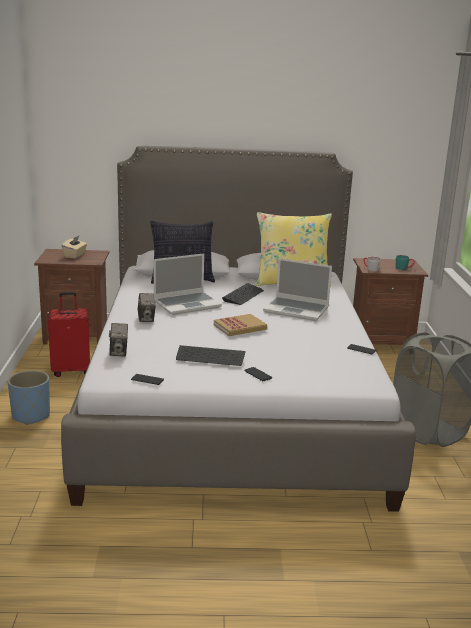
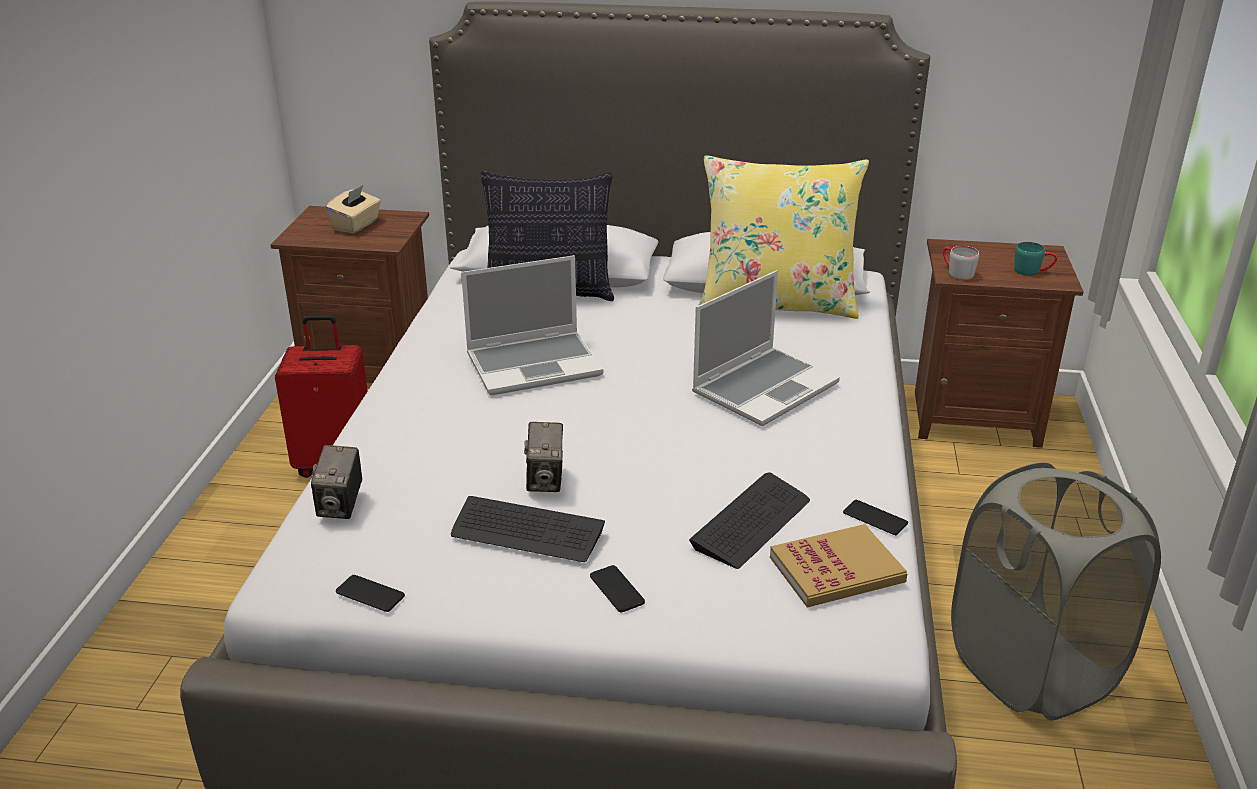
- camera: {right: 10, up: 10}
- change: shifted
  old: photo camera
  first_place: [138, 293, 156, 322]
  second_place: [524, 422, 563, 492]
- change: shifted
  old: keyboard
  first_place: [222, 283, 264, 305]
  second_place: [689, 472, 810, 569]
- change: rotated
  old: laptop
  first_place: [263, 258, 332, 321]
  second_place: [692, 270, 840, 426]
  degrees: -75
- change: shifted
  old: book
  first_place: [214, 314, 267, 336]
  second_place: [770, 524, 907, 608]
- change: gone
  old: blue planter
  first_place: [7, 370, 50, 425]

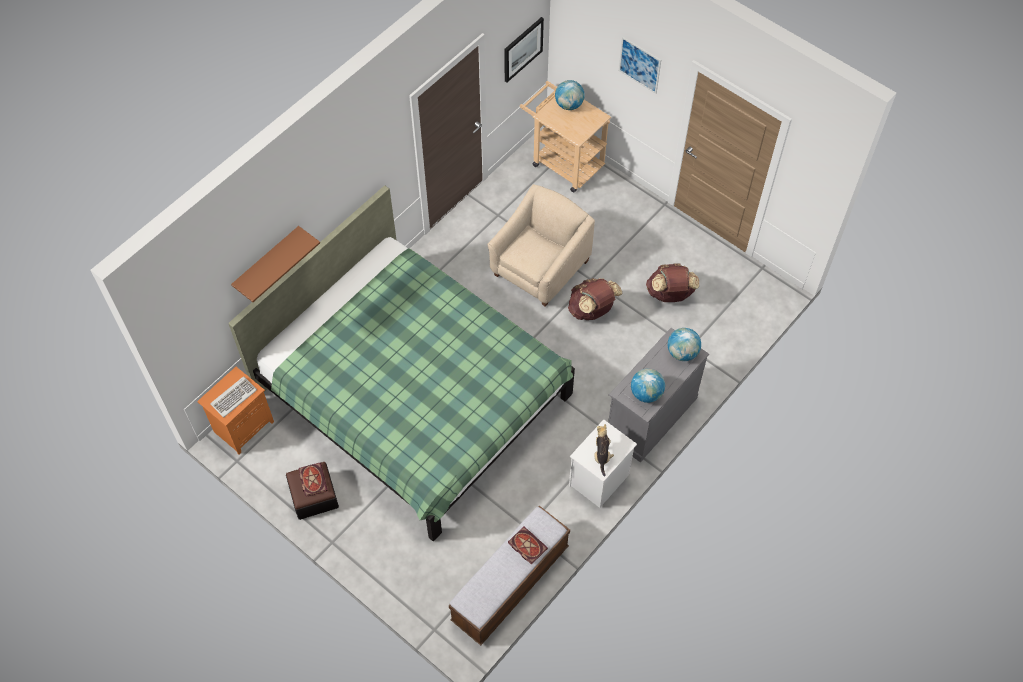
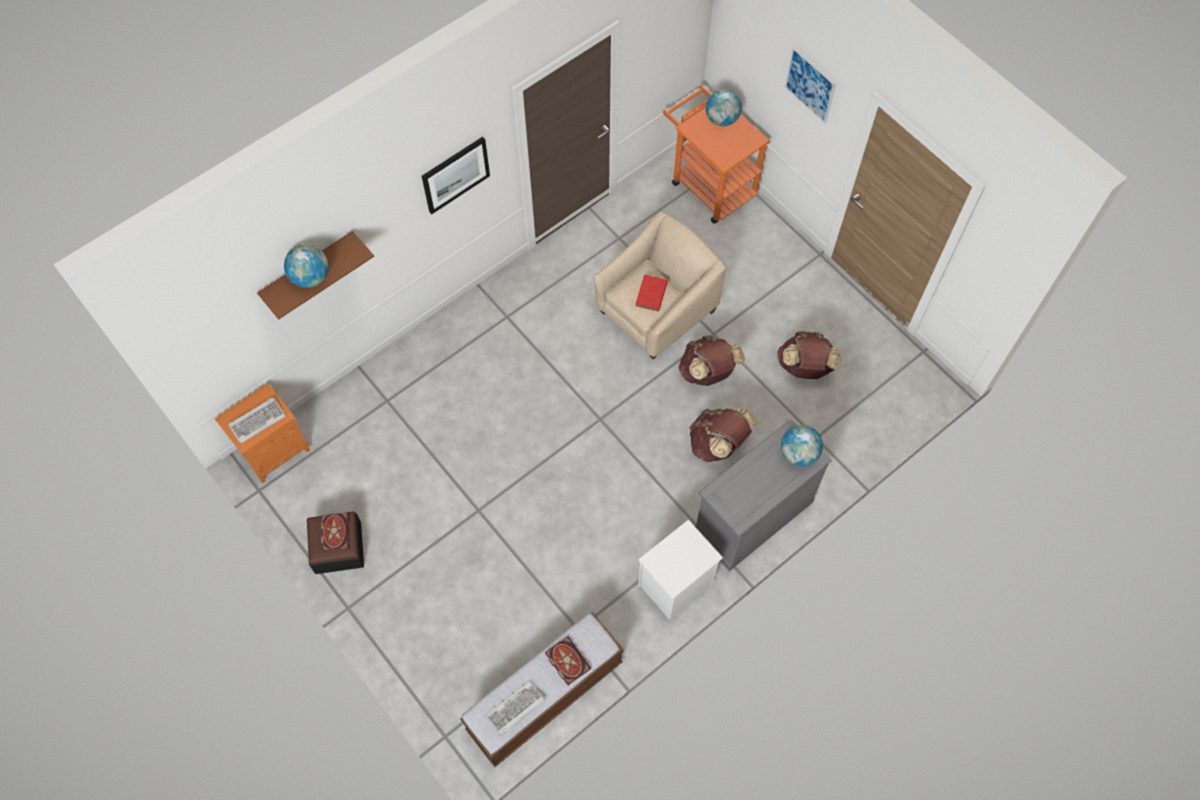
- camera: {right: 10, up: 5}
- change: shifted
  old: globe
  first_place: [631, 369, 665, 403]
  second_place: [284, 244, 329, 288]
- change: shifted
  old: picture
  first_place: [504, 17, 544, 82]
  second_place: [422, 137, 490, 214]
- change: new
  new: keyboard
  second_place: [485, 680, 545, 736]
- change: new
  new: red book
  second_place: [635, 275, 668, 311]
- change: repainted
  old: beige cart
  new: orange cart
  first_place: [520, 81, 611, 192]
  second_place: [663, 85, 770, 224]
- change: new
  new: brown backpack
  second_place: [690, 408, 757, 462]
- change: gone
  old: green bed
  first_place: [228, 185, 575, 541]
- change: gone
  old: plush toy
  first_place: [595, 424, 614, 477]

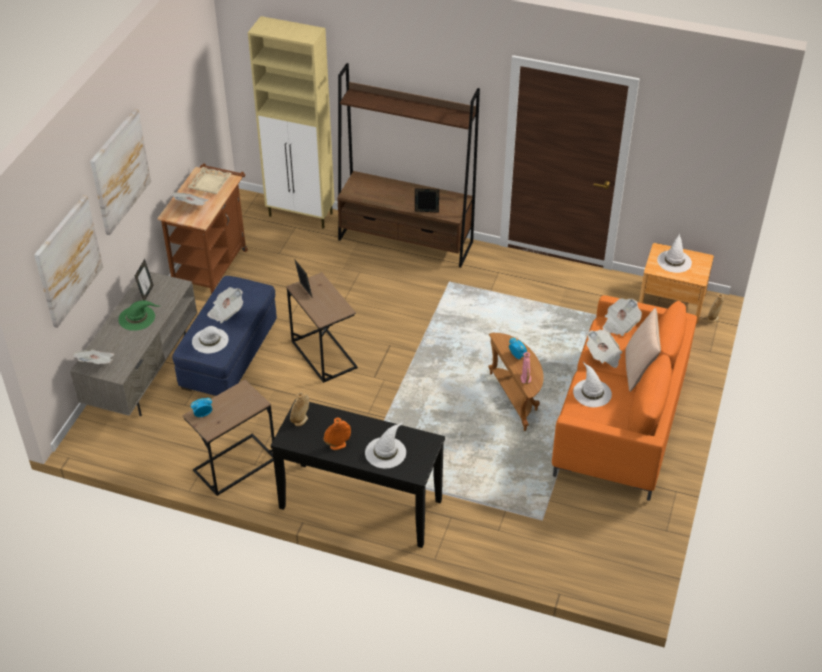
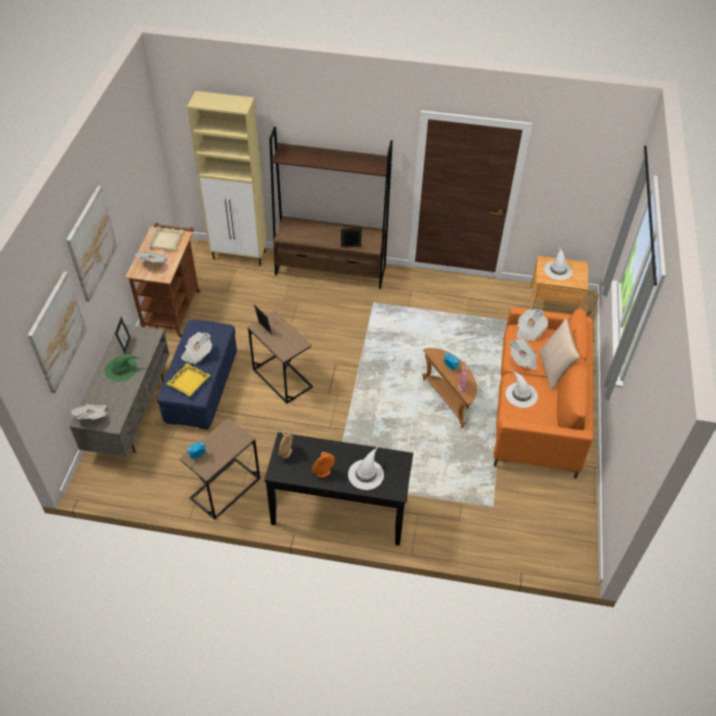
- camera: {right: -10, up: 5}
- change: swapped
  old: white hat
  new: yellow tray
  first_place: [192, 326, 229, 353]
  second_place: [166, 363, 210, 396]

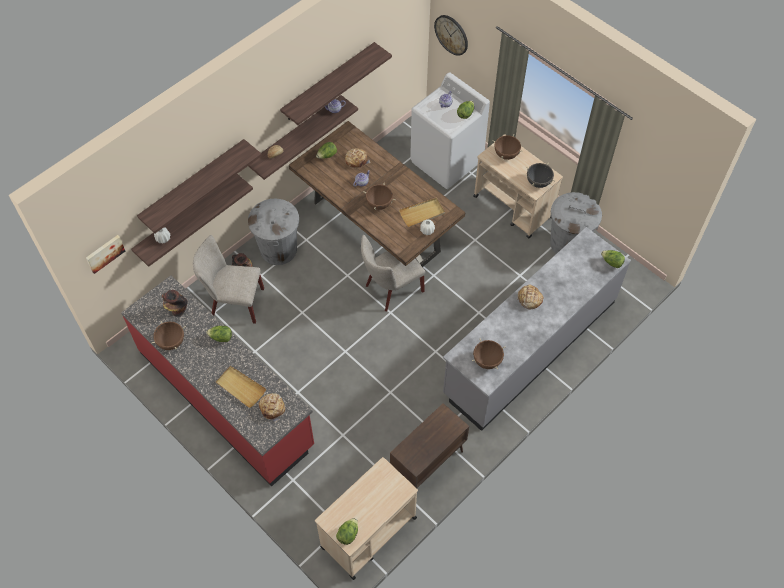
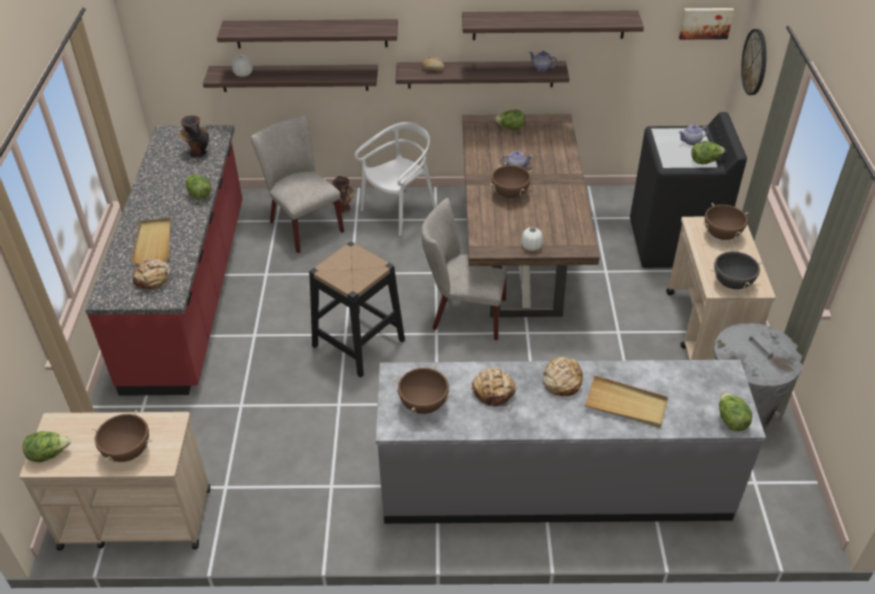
- camera: {right: 45, up: -15}
- change: shifted
  old: brown cooking pot
  first_place: [151, 321, 186, 350]
  second_place: [92, 410, 152, 463]
- change: new
  new: black stool
  second_place: [309, 241, 405, 378]
- change: swapped
  old: grey trash can
  new: white chair
  first_place: [248, 199, 299, 265]
  second_place: [354, 122, 436, 236]
- change: shifted
  old: bread
  first_place: [345, 148, 371, 169]
  second_place: [472, 368, 516, 409]
- change: shifted
  old: beige tray
  first_place: [399, 198, 445, 227]
  second_place: [585, 375, 668, 428]
- change: repainted
  old: white washing machine
  new: black washing machine
  first_place: [410, 72, 490, 189]
  second_place: [630, 112, 747, 268]
- change: shifted
  old: picture
  first_place: [86, 235, 125, 274]
  second_place: [679, 8, 734, 40]
- change: gone
  old: brown cabinet
  first_place: [390, 403, 469, 488]

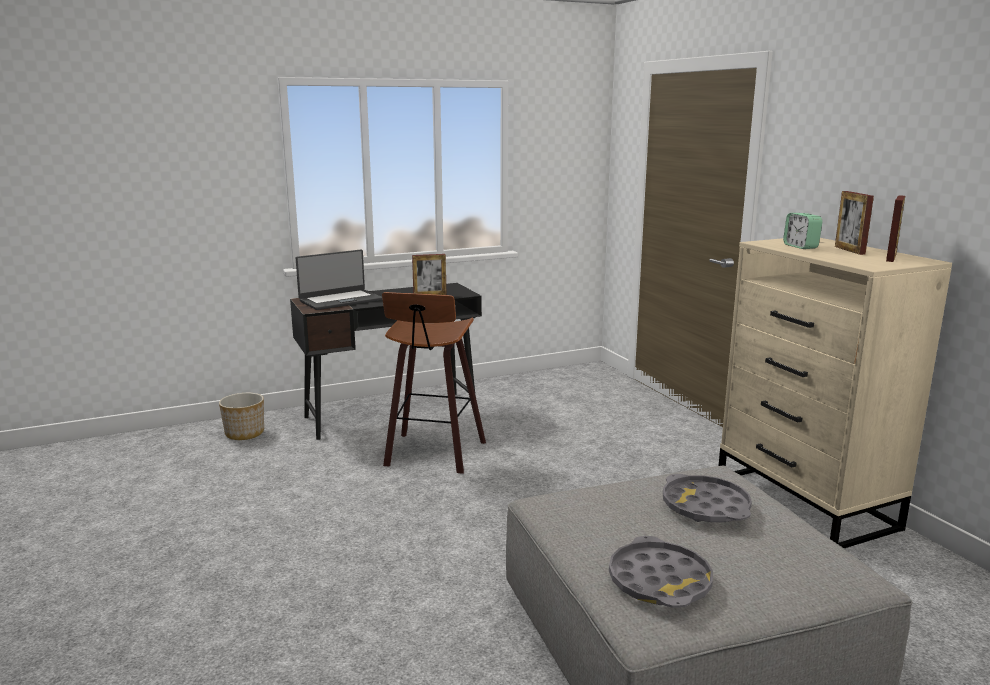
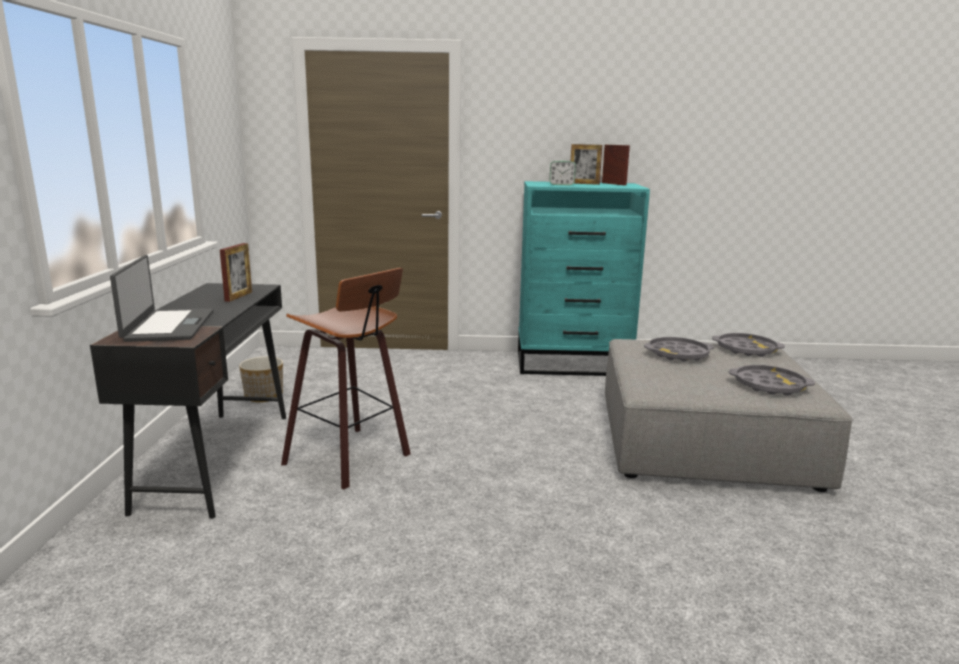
- camera: {right: -65, up: 0}
- change: shifted
  old: planter
  first_place: [219, 393, 264, 440]
  second_place: [239, 356, 283, 402]
- change: repainted
  old: beige dresser
  new: turquoise dresser
  first_place: [718, 238, 952, 548]
  second_place: [518, 181, 650, 376]
- change: new
  new: grey tray
  second_place: [712, 333, 785, 357]

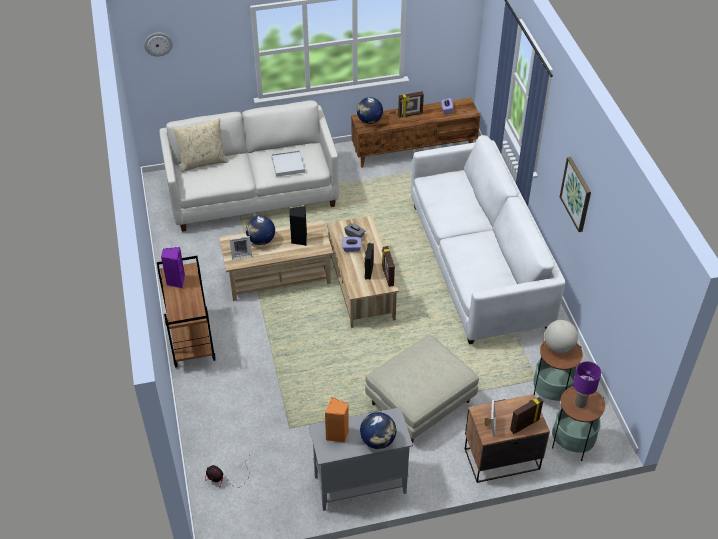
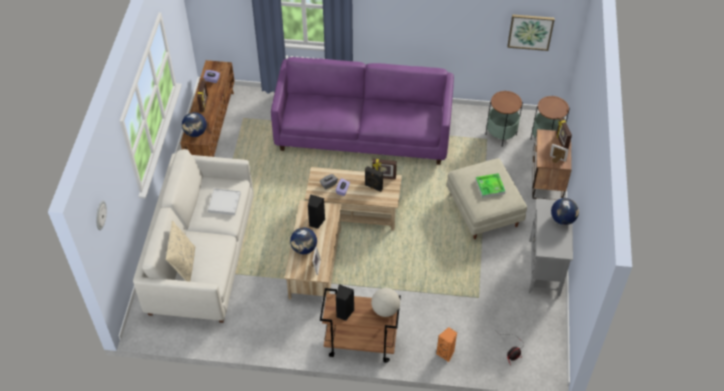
- camera: {right: -70, up: 5}
- change: repainted
  old: white sofa
  new: purple sofa
  first_place: [411, 135, 565, 344]
  second_place: [271, 57, 454, 165]
- change: repainted
  old: purple speaker
  new: black speaker
  first_place: [161, 247, 185, 288]
  second_place: [336, 284, 354, 321]
- change: shifted
  old: globe
  first_place: [544, 320, 578, 353]
  second_place: [371, 288, 400, 317]
- change: shifted
  old: orange speaker
  first_place: [325, 397, 349, 443]
  second_place: [436, 327, 457, 362]
- change: new
  new: tray
  second_place: [475, 173, 506, 198]
- change: shifted
  old: picture
  first_place: [560, 157, 591, 232]
  second_place: [507, 14, 555, 51]
- change: gone
  old: purple table lamp
  first_place: [573, 361, 601, 408]

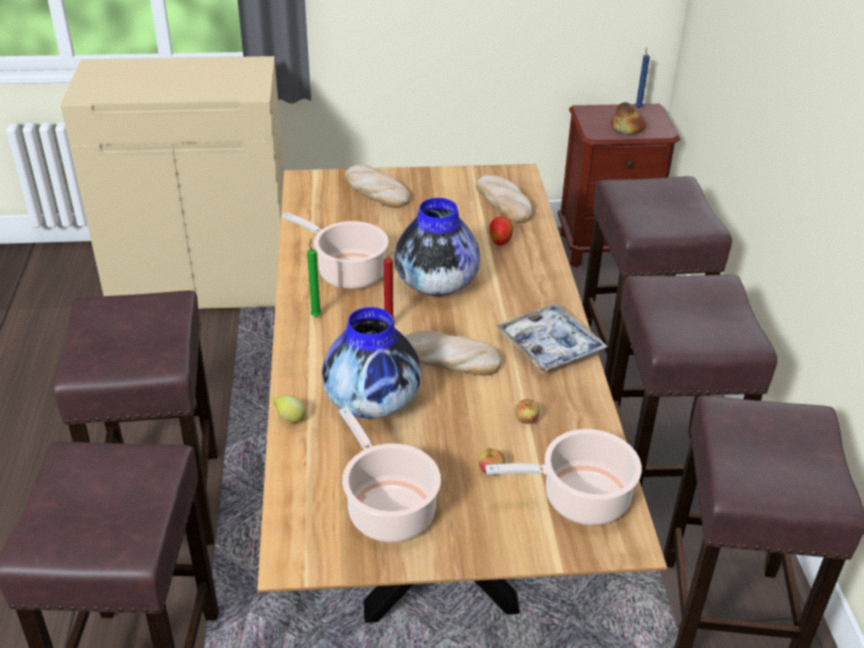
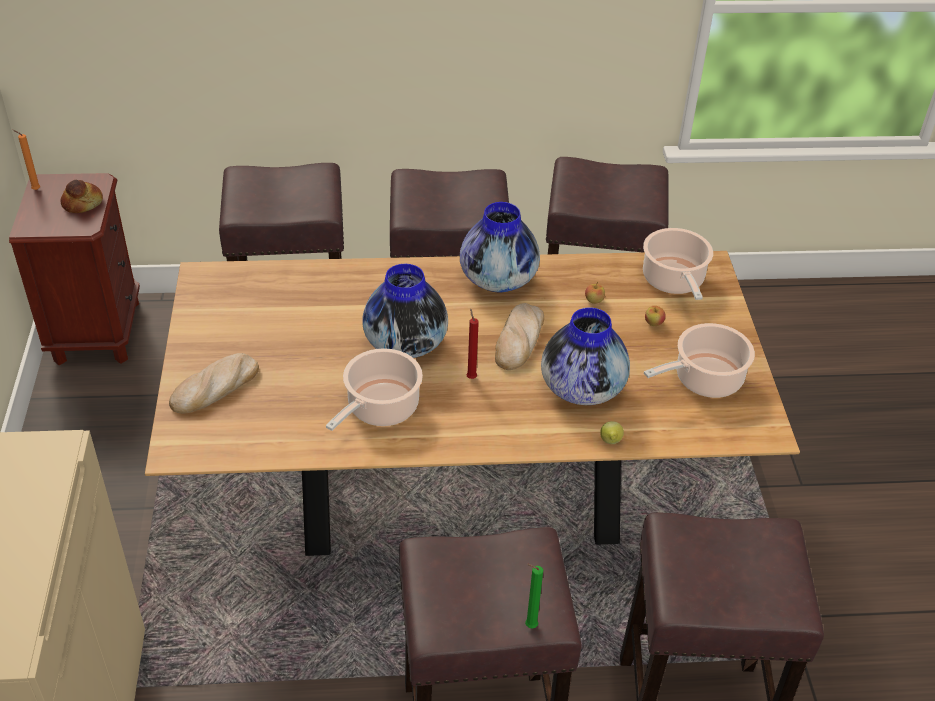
- camera: {right: -90, up: 5}
- change: repainted
  old: blue candle
  new: orange candle
  first_place: [635, 47, 650, 108]
  second_place: [13, 130, 40, 190]
- change: swapped
  old: tray
  new: vase
  first_place: [495, 303, 608, 373]
  second_place: [460, 202, 540, 292]
- change: shifted
  old: green candle
  first_place: [307, 239, 321, 317]
  second_place: [525, 564, 543, 629]
- change: gone
  old: bread
  first_place: [476, 175, 533, 223]
- change: gone
  old: apple
  first_place: [490, 216, 513, 246]

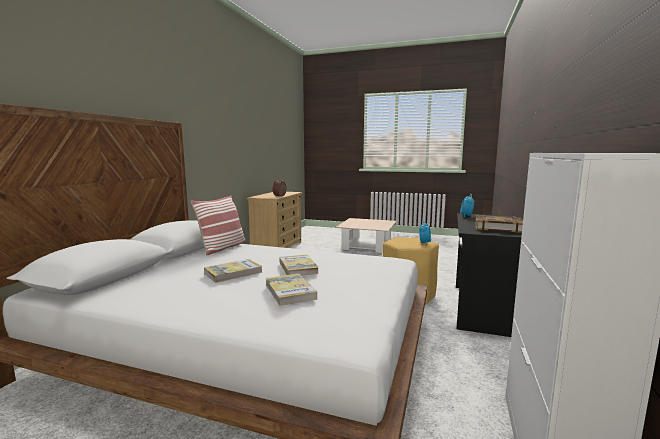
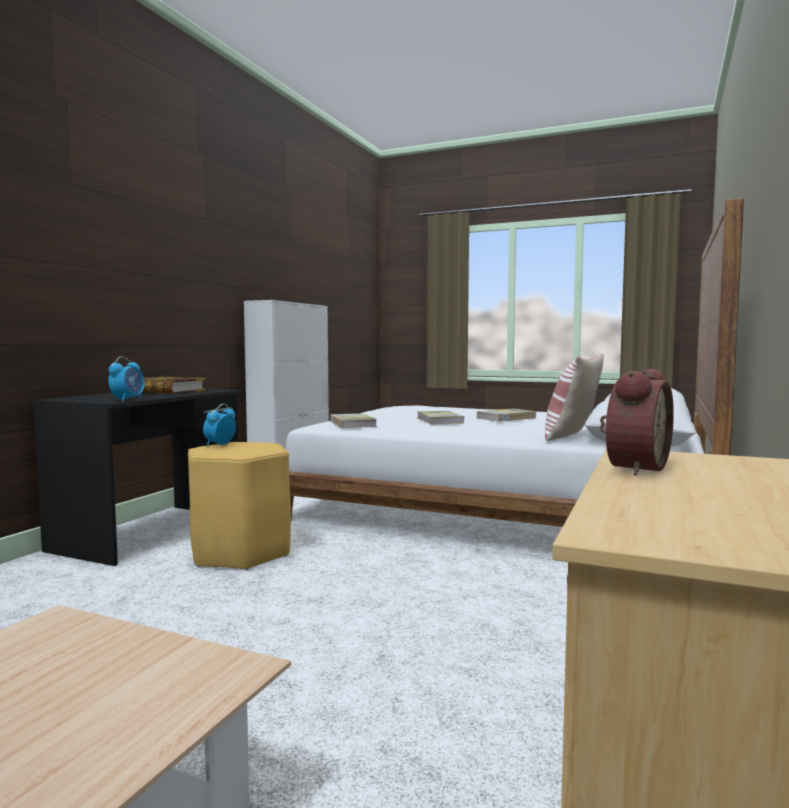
- camera: {right: -175, up: -5}
- change: shifted
  old: book
  first_place: [266, 274, 317, 306]
  second_place: [330, 413, 377, 428]

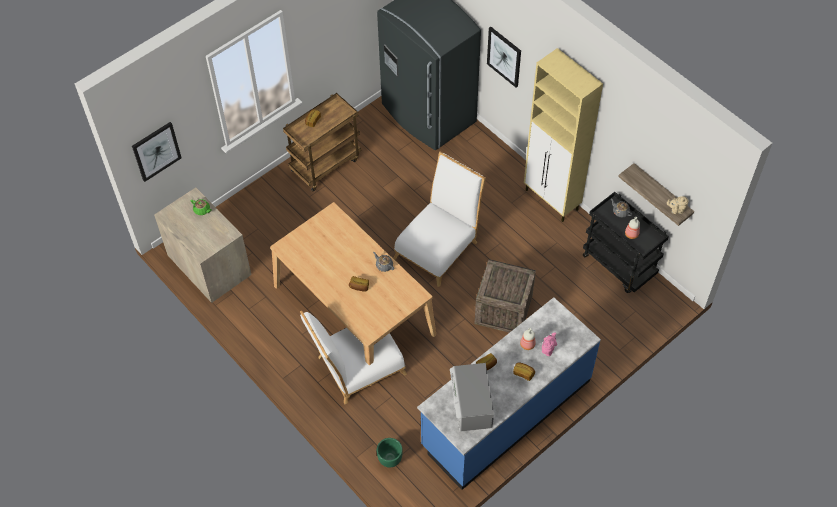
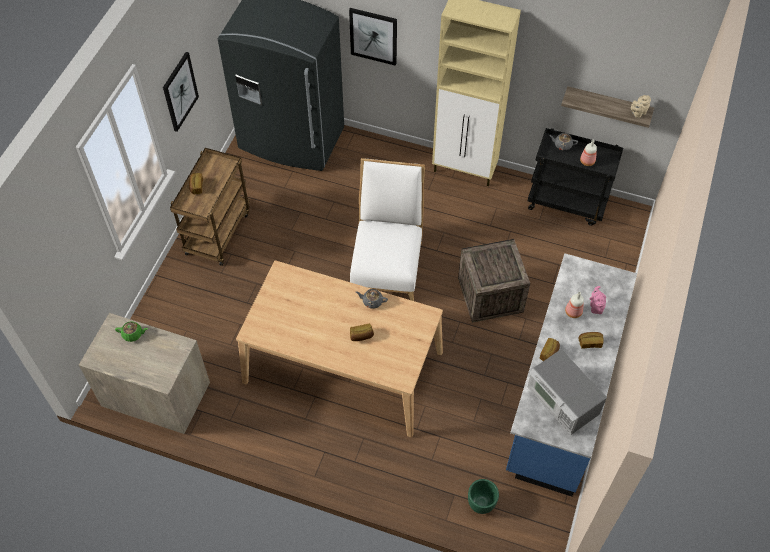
- camera: {right: -30, up: 0}
- change: shifted
  old: picture
  first_place: [132, 122, 182, 182]
  second_place: [163, 52, 199, 132]
- change: gone
  old: white chair
  first_place: [300, 311, 407, 404]

